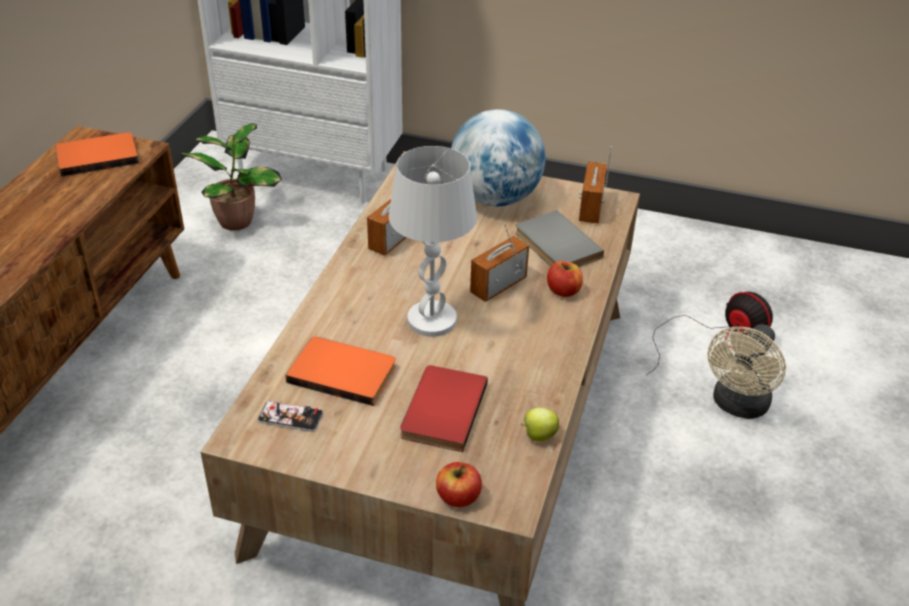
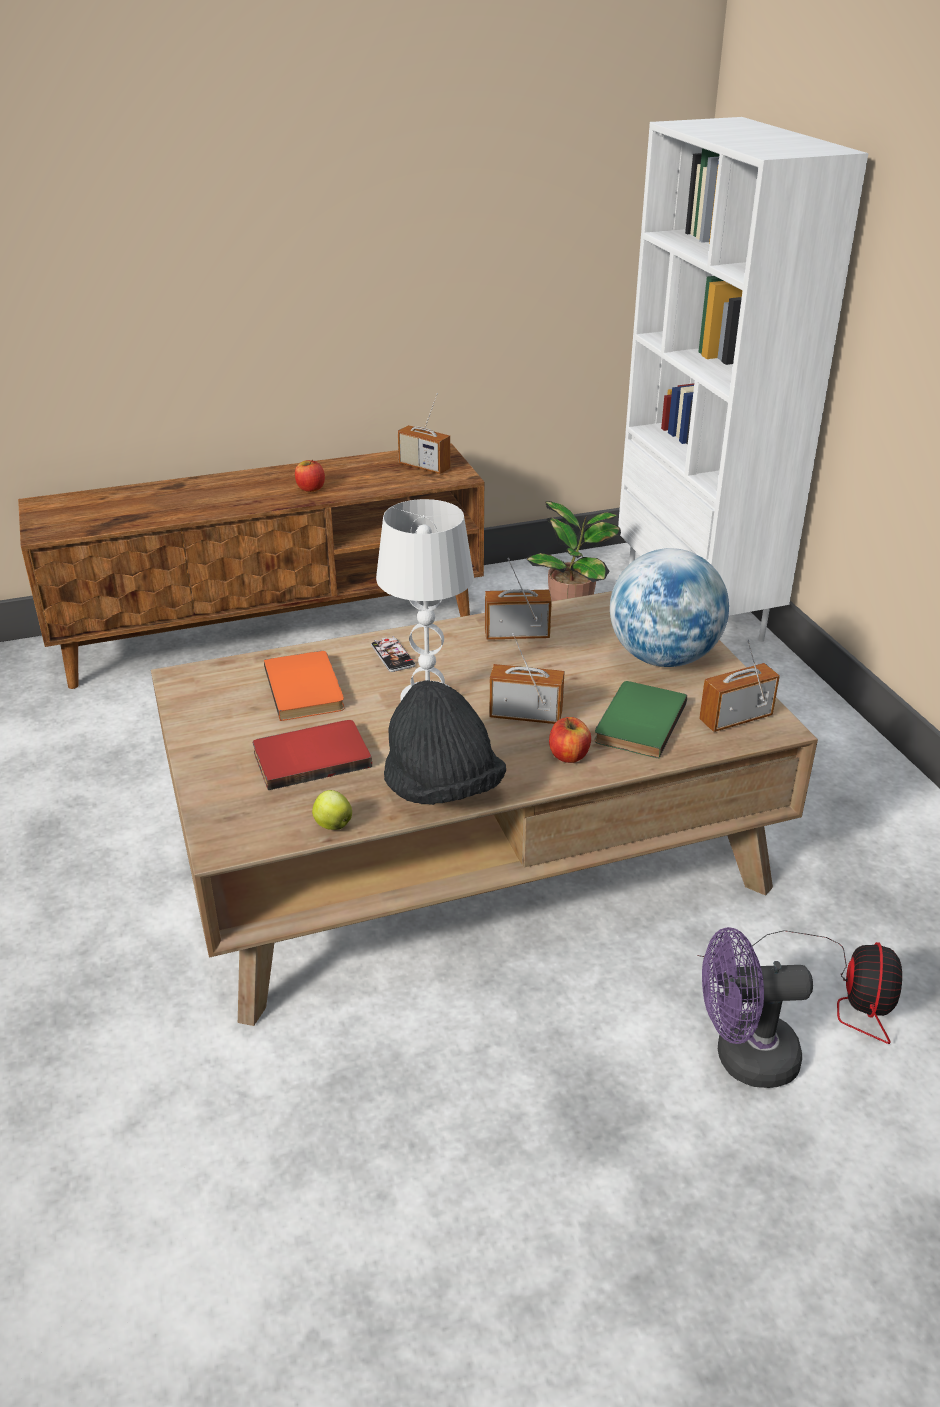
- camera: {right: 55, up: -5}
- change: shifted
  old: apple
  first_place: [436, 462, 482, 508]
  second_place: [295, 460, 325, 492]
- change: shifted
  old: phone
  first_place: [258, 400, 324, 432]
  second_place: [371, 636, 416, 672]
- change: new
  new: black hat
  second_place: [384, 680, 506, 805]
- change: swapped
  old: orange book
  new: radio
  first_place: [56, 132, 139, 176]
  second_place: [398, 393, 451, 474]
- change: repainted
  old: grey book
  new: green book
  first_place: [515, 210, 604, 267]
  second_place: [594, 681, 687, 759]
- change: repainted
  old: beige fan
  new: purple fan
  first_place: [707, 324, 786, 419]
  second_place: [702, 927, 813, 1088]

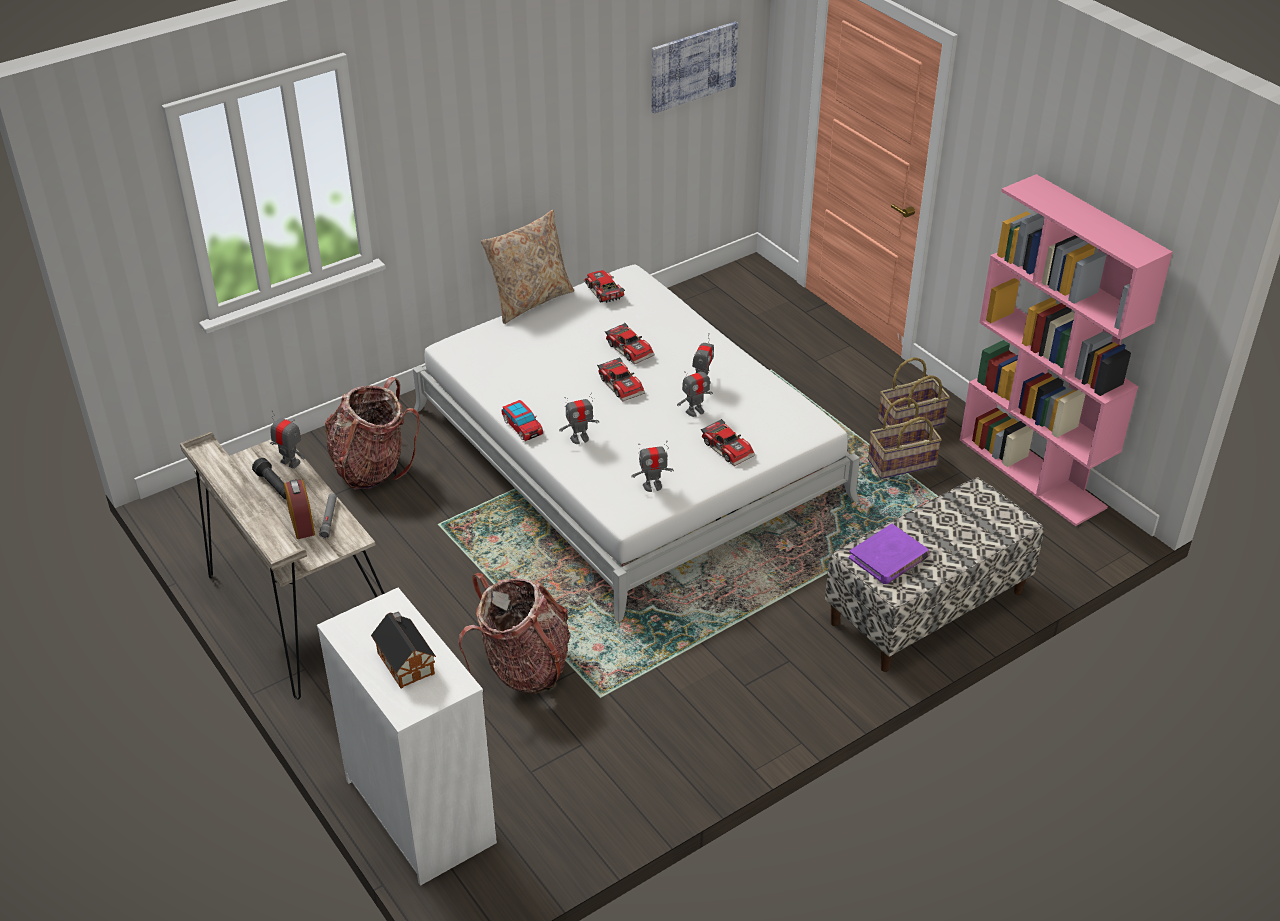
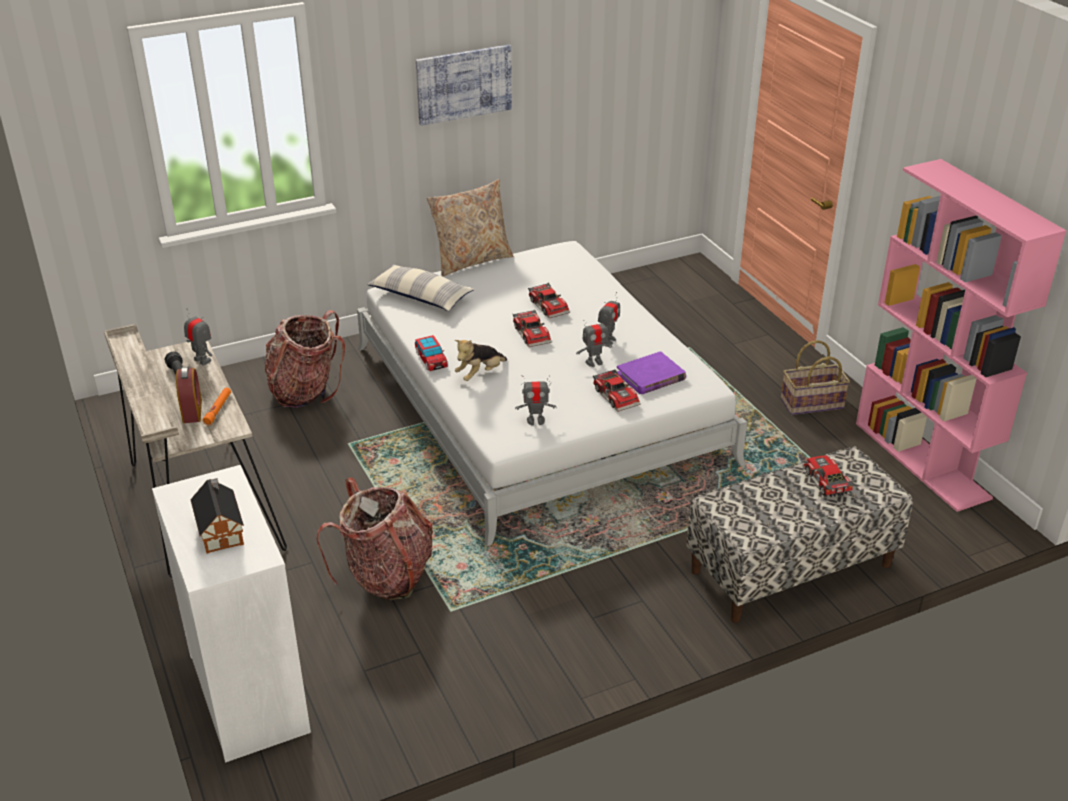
- camera: {right: 10, up: -5}
- change: repainted
  old: grey flashlight
  new: orange flashlight
  first_place: [319, 493, 337, 539]
  second_place: [203, 388, 231, 425]
- change: new
  new: pillow
  second_place: [367, 264, 475, 311]
- change: shifted
  old: picture
  first_place: [651, 21, 738, 113]
  second_place: [416, 45, 512, 126]
- change: swapped
  old: toy robot
  new: plush toy
  first_place: [559, 392, 599, 444]
  second_place: [455, 340, 507, 381]
- change: shifted
  old: purple book
  first_place: [849, 524, 930, 584]
  second_place: [617, 351, 686, 394]
- change: shifted
  old: toy car
  first_place: [584, 270, 625, 303]
  second_place: [802, 455, 855, 497]
- change: gone
  old: basket
  first_place: [868, 397, 942, 479]

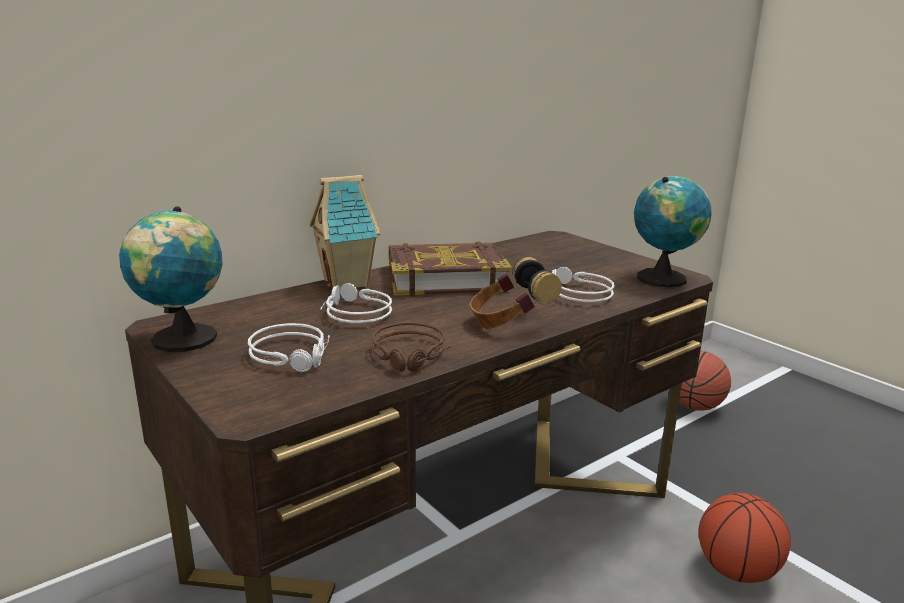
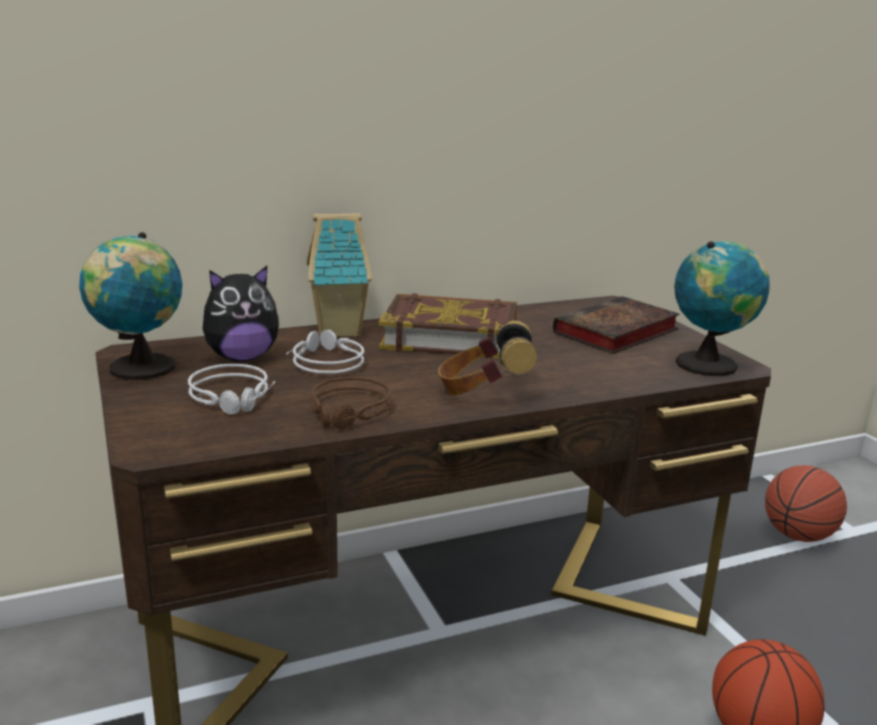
- camera: {right: 15, up: 0}
- change: new
  new: plush toy
  second_place: [203, 266, 279, 361]
- change: new
  new: book
  second_place: [553, 296, 680, 354]
- change: gone
  old: grey headphones
  first_place: [552, 267, 615, 302]

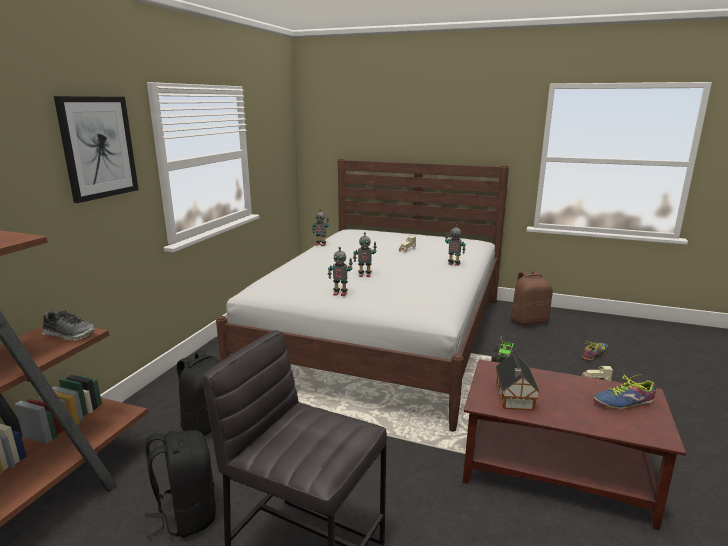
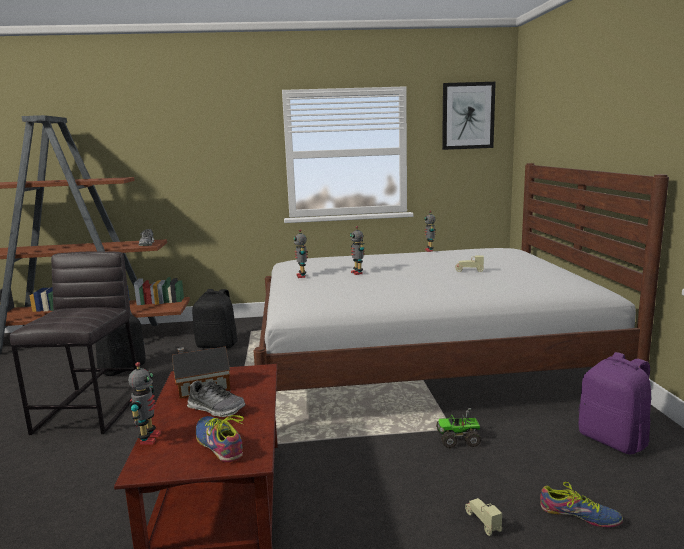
- camera: {right: 65, up: -5}
- change: shifted
  old: toy robot
  first_place: [445, 224, 466, 266]
  second_place: [128, 362, 161, 444]
- change: new
  new: shoe
  second_place: [187, 381, 246, 417]
- change: shifted
  old: picture
  first_place: [54, 96, 138, 203]
  second_place: [442, 82, 496, 150]
- change: repainted
  old: brown backpack
  new: purple backpack
  first_place: [510, 271, 553, 325]
  second_place: [579, 352, 651, 454]

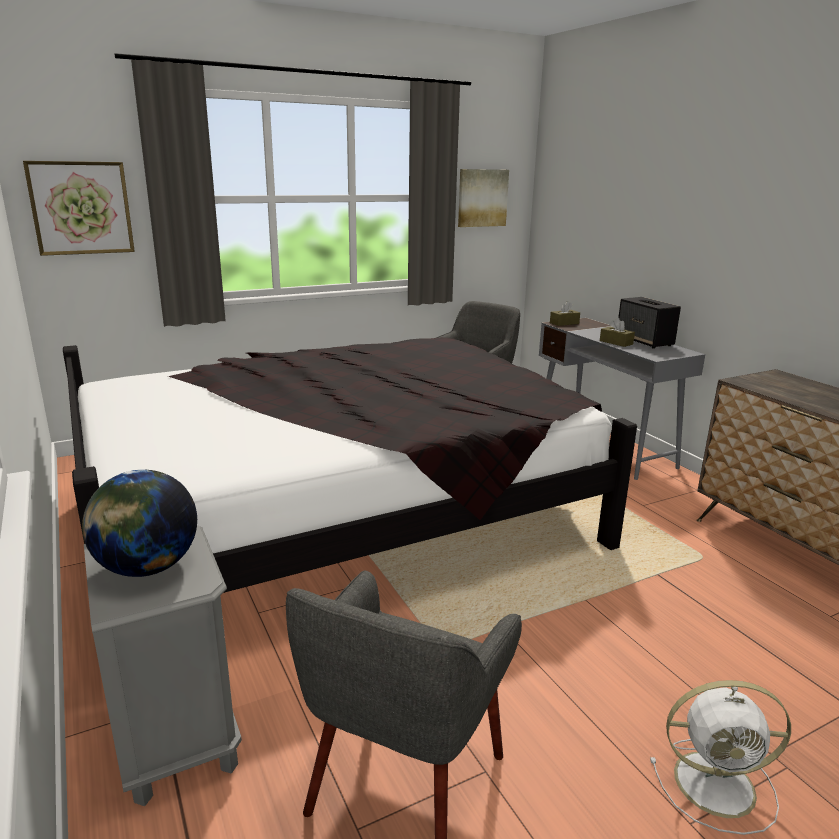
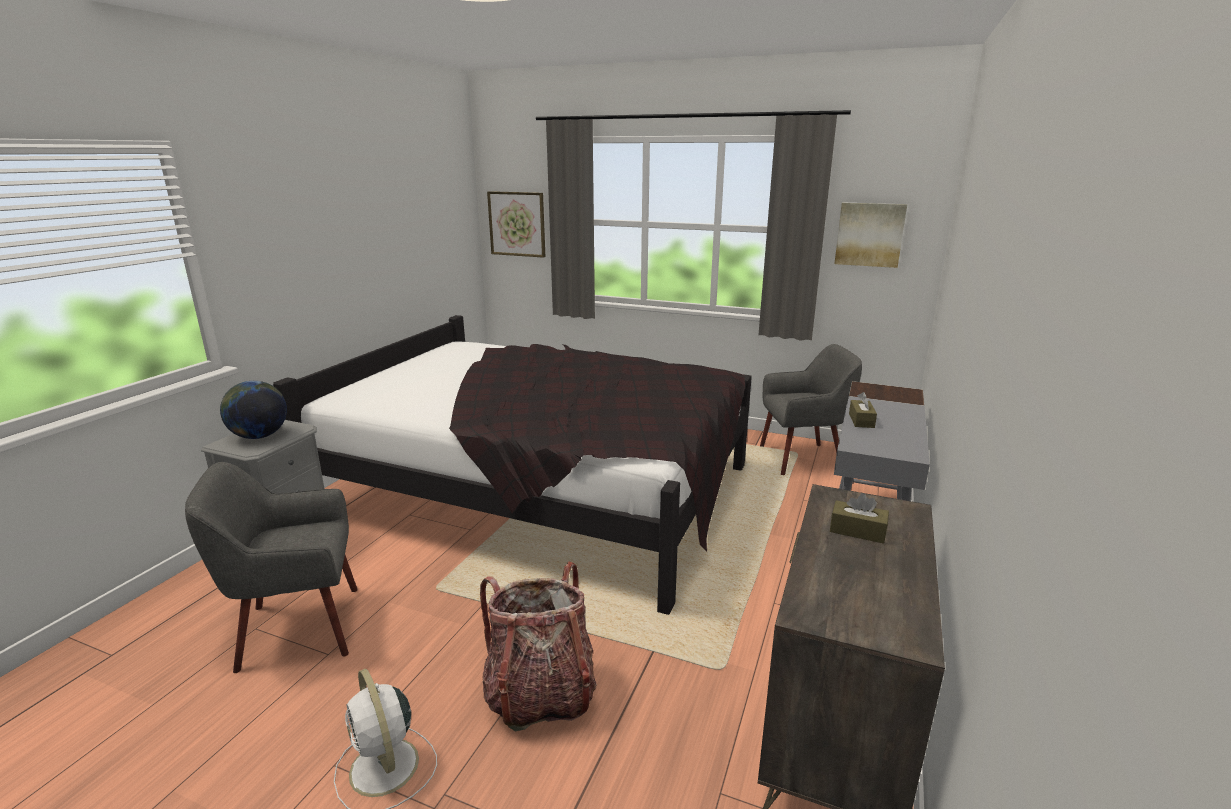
- camera: {right: 50, up: 0}
- change: new
  new: backpack
  second_place: [480, 561, 597, 731]
- change: shifted
  old: brown tissue box
  first_place: [550, 301, 580, 326]
  second_place: [830, 493, 889, 544]
- change: gone
  old: speaker
  first_place: [618, 297, 681, 348]

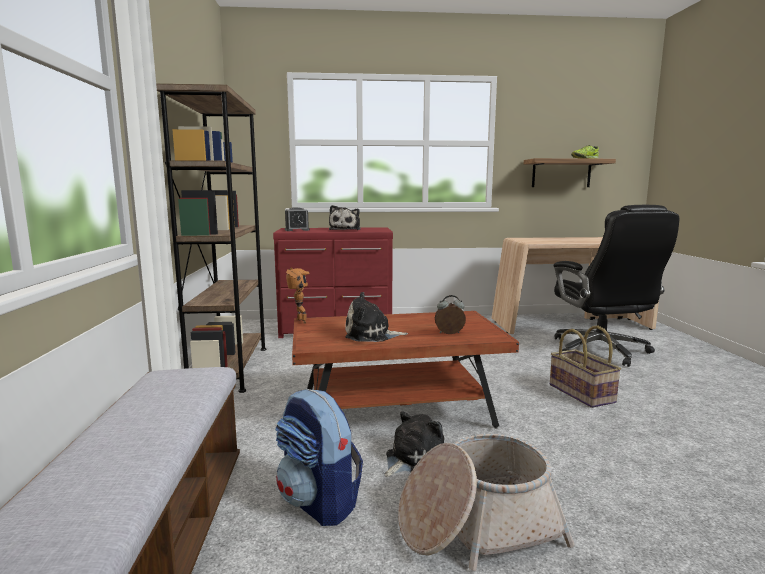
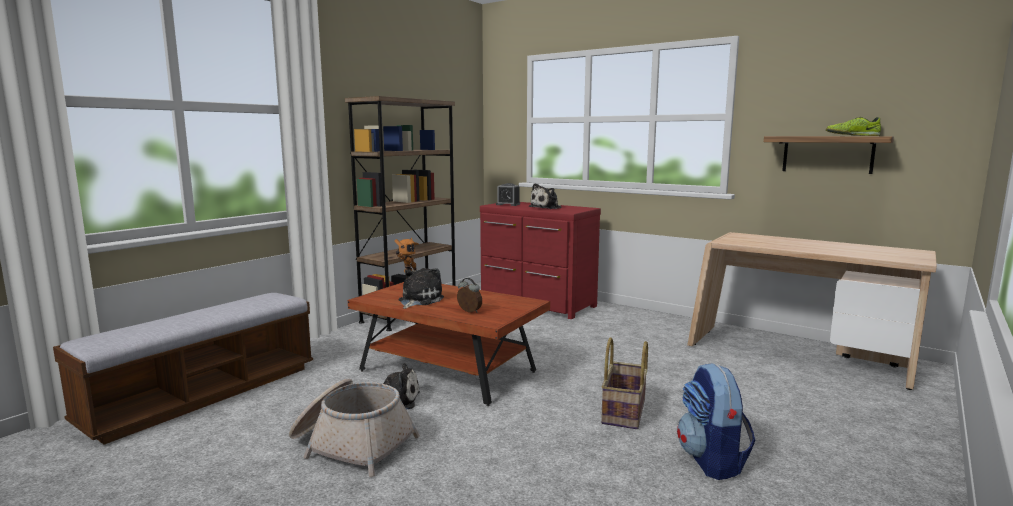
- camera: {right: 40, up: 0}
- change: rotated
  old: plush toy
  first_place: [345, 292, 408, 342]
  second_place: [398, 268, 444, 309]
  degrees: 75
- change: shifted
  old: backpack
  first_place: [275, 389, 363, 526]
  second_place: [677, 363, 755, 480]
- change: gone
  old: black office chair
  first_place: [554, 205, 679, 367]

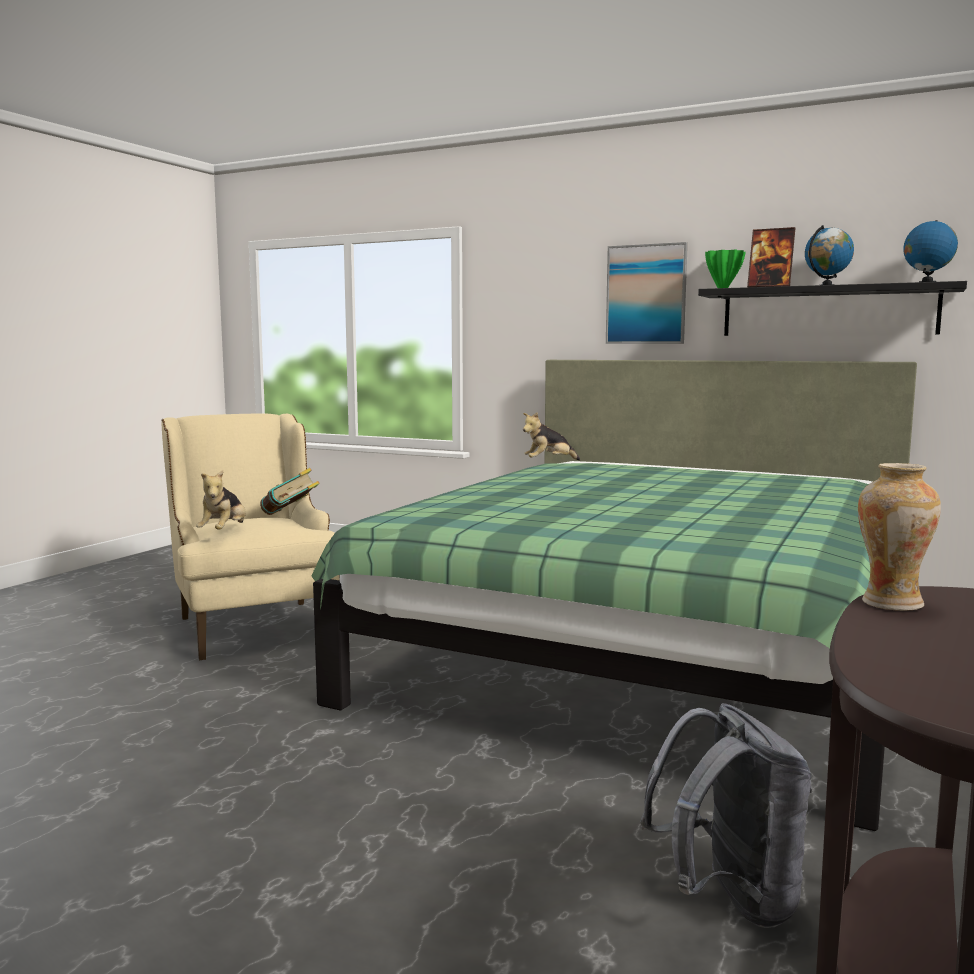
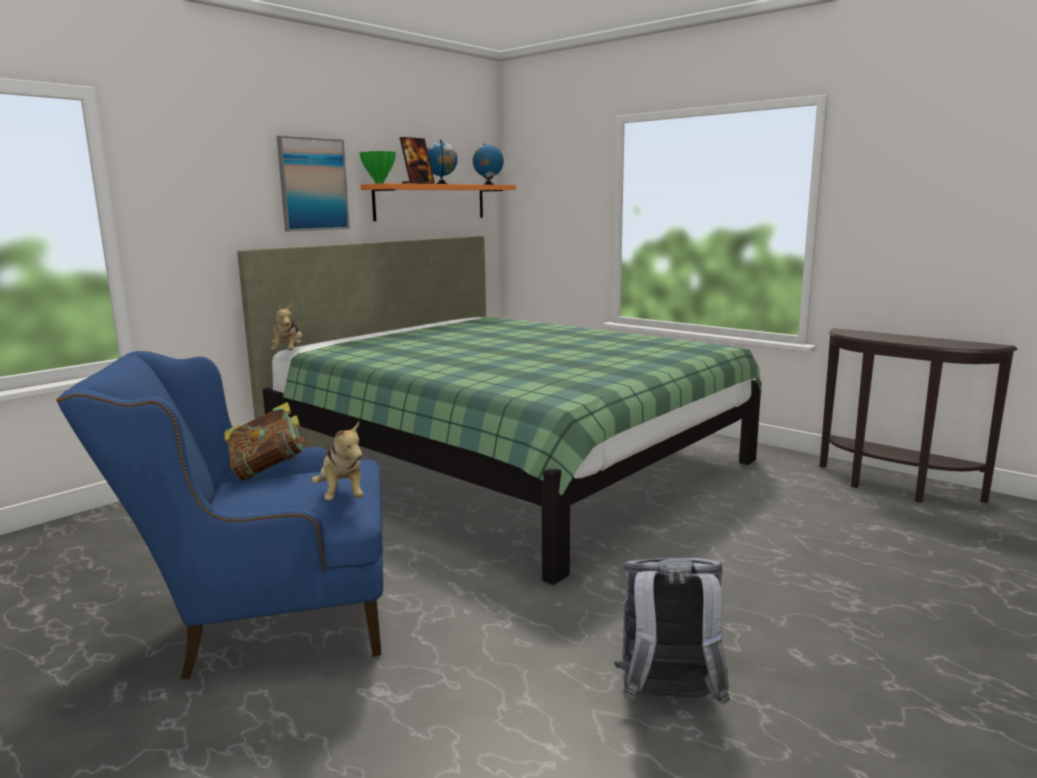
- camera: {right: -75, up: 5}
- change: repainted
  old: beige armchair
  new: blue armchair
  first_place: [161, 413, 340, 660]
  second_place: [56, 351, 383, 679]
- change: rotated
  old: plush toy
  first_place: [196, 470, 246, 530]
  second_place: [312, 422, 364, 500]
  degrees: 45
- change: repainted
  old: black shelf
  new: orange shelf
  first_place: [698, 281, 967, 336]
  second_place: [360, 183, 516, 221]
- change: shifted
  old: grey backpack
  first_place: [640, 703, 812, 928]
  second_place: [614, 558, 730, 705]
- change: gone
  old: vase
  first_place: [858, 463, 941, 611]

